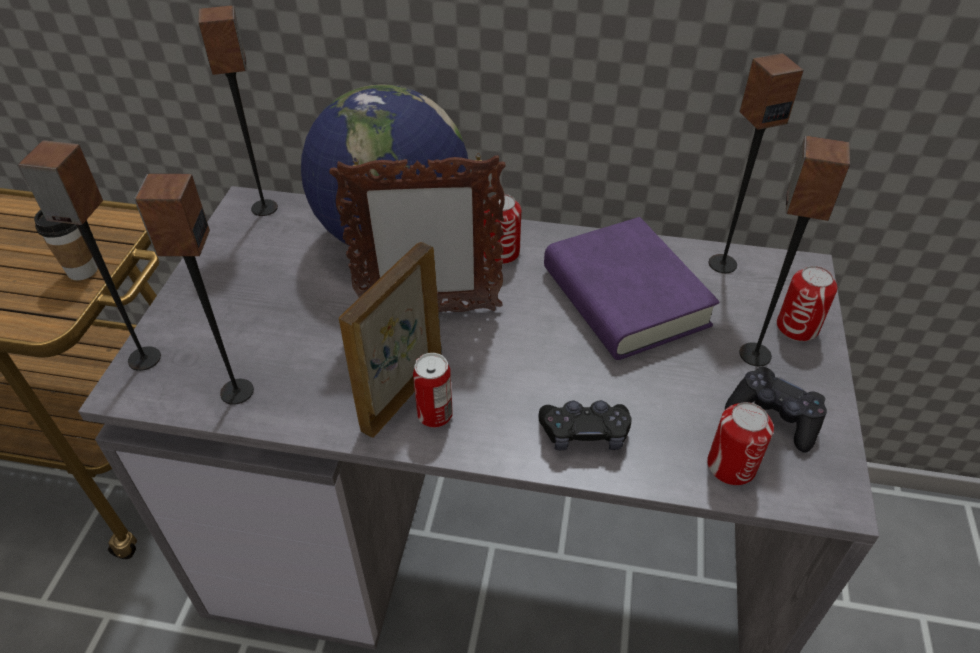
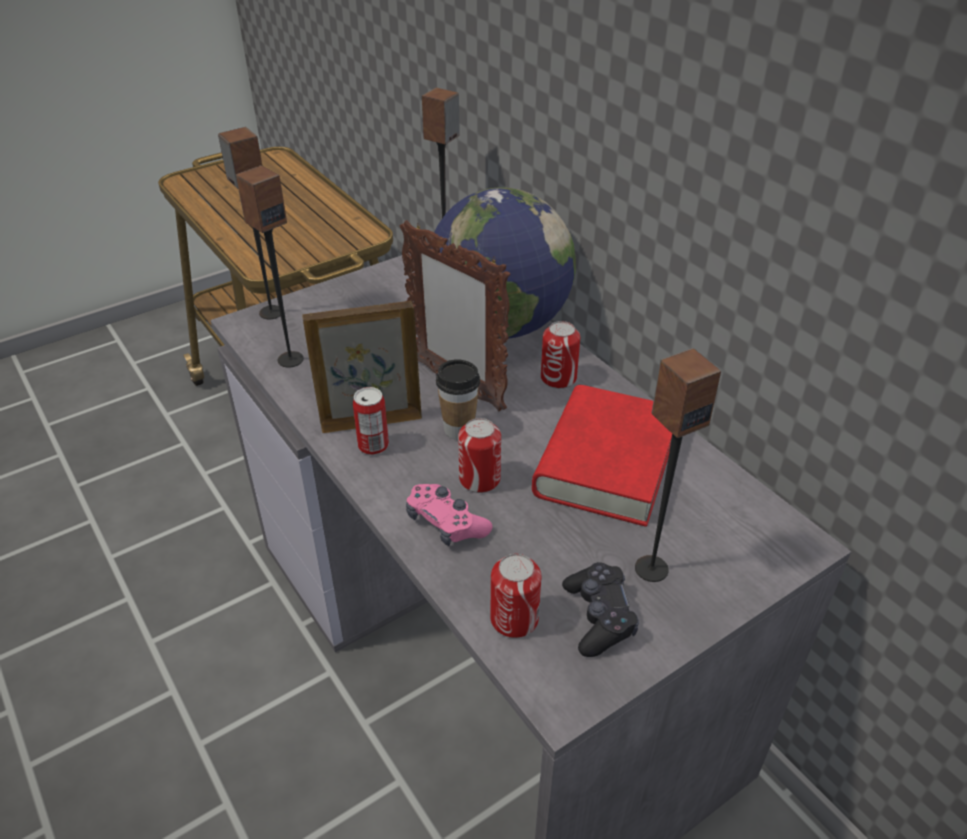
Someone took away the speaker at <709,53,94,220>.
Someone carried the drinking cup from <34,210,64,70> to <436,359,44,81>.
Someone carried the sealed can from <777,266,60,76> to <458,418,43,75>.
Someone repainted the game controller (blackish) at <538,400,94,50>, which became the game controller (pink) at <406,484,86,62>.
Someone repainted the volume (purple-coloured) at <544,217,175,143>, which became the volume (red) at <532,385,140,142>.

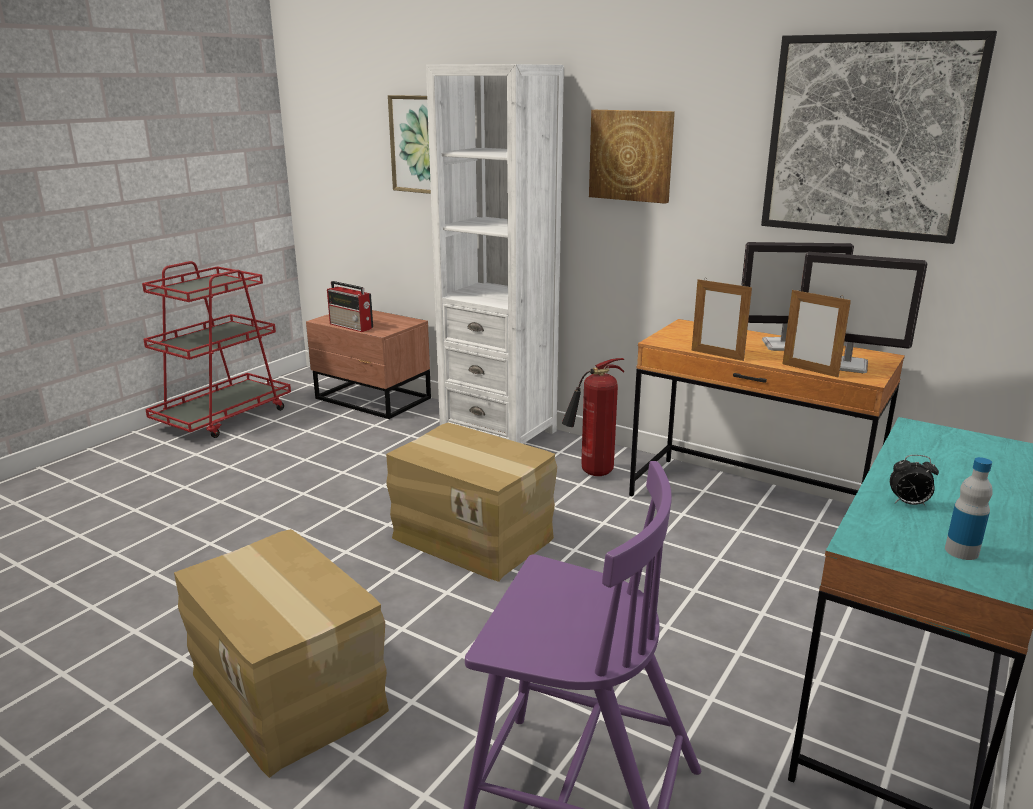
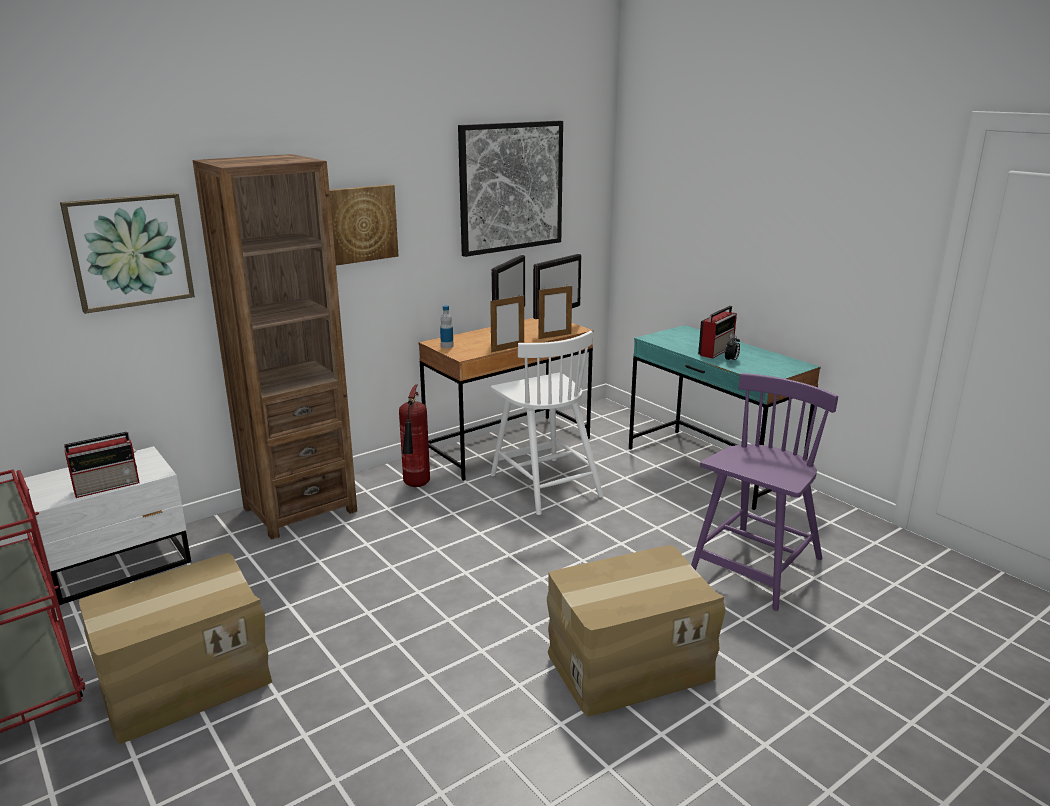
Someone put down the chair (white-coloured) at <491,331,112,184>.
Someone put down the radio at <698,306,39,53>.
Someone carried the packing box from <386,423,171,159> to <79,553,193,191>.
Someone carried the bottle from <945,457,47,103> to <440,305,14,44>.
Someone repainted the nightstand (brown) at <306,310,125,109>, which became the nightstand (white-coloured) at <24,446,167,159>.
Someone repainted the shelving unit (white-coloured) at <426,64,138,380>, which became the shelving unit (brown) at <193,154,164,386>.

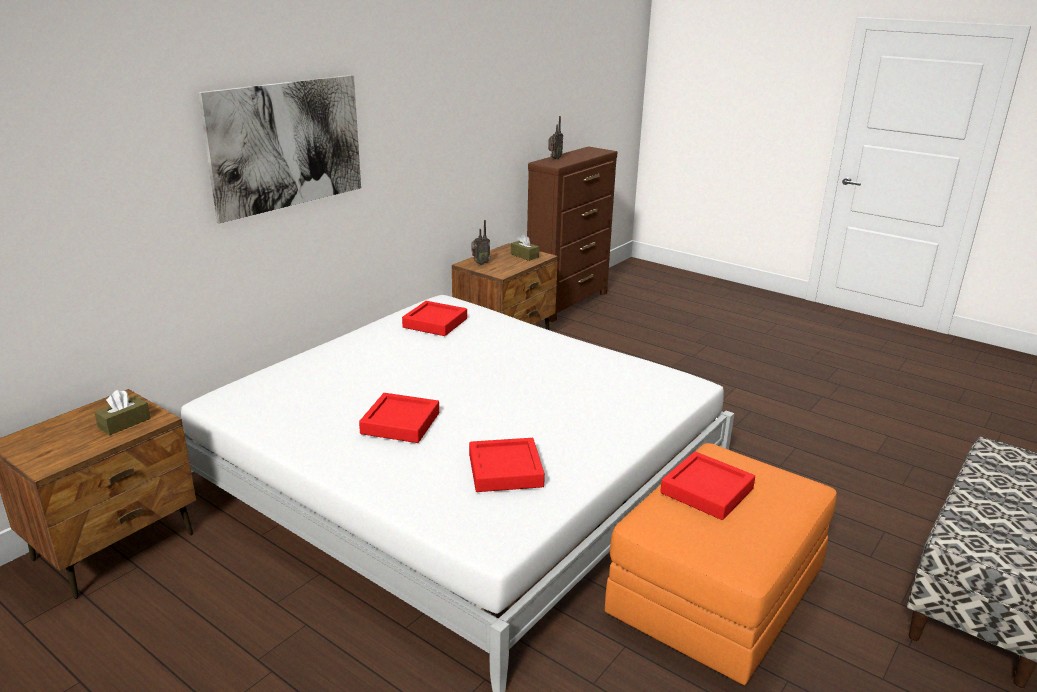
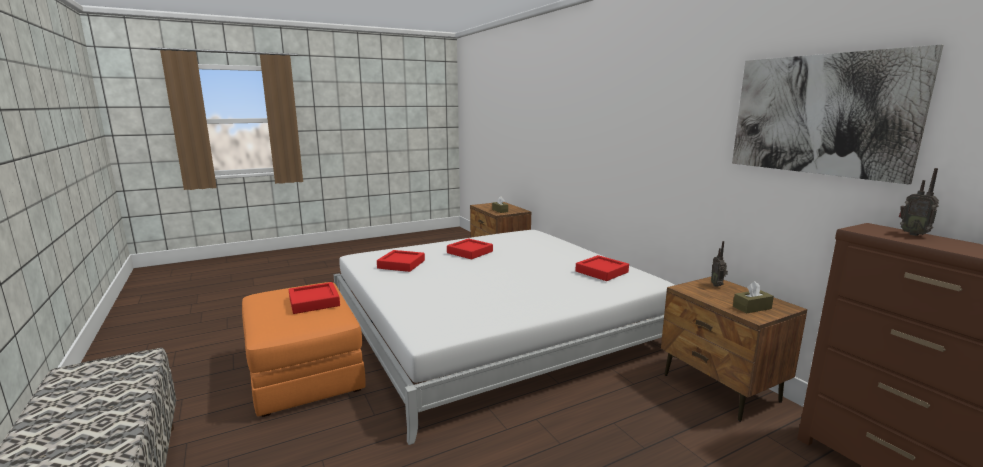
Someone carried the wall art from <198,75,163,148> to <732,45,211,139>.

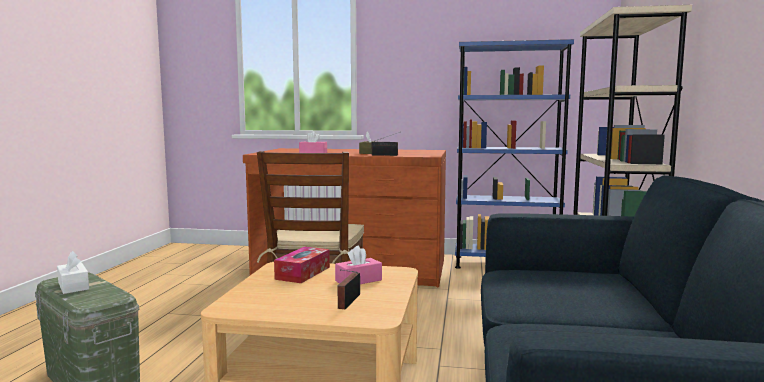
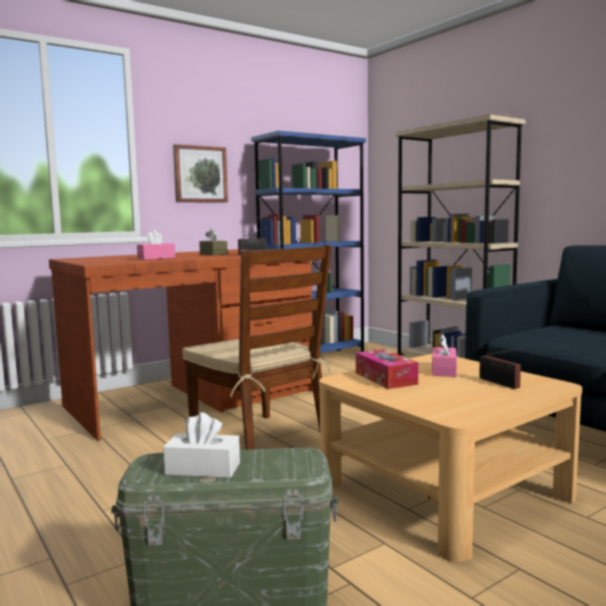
Someone put up the wall art at <173,144,55,58>.

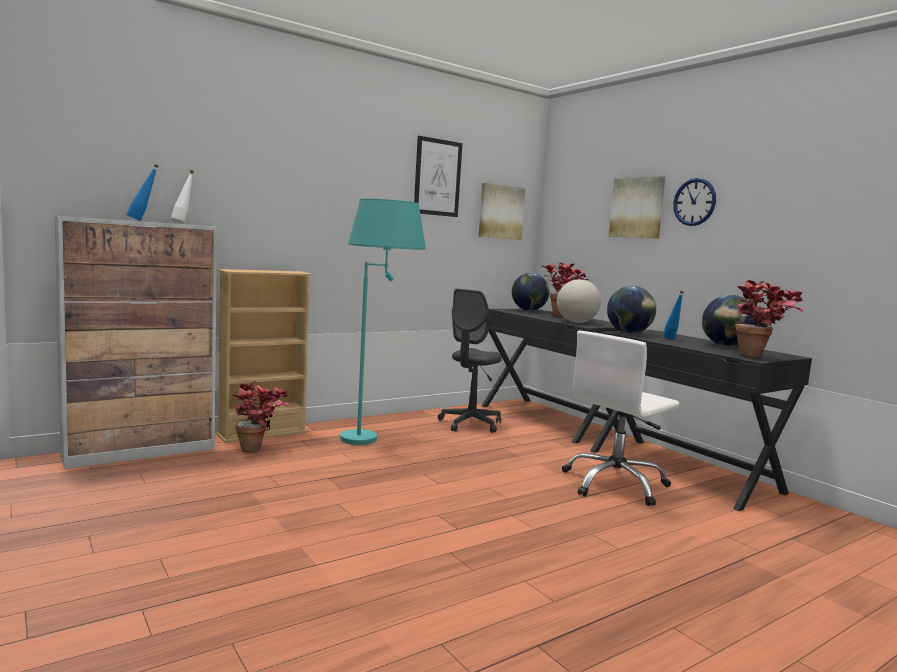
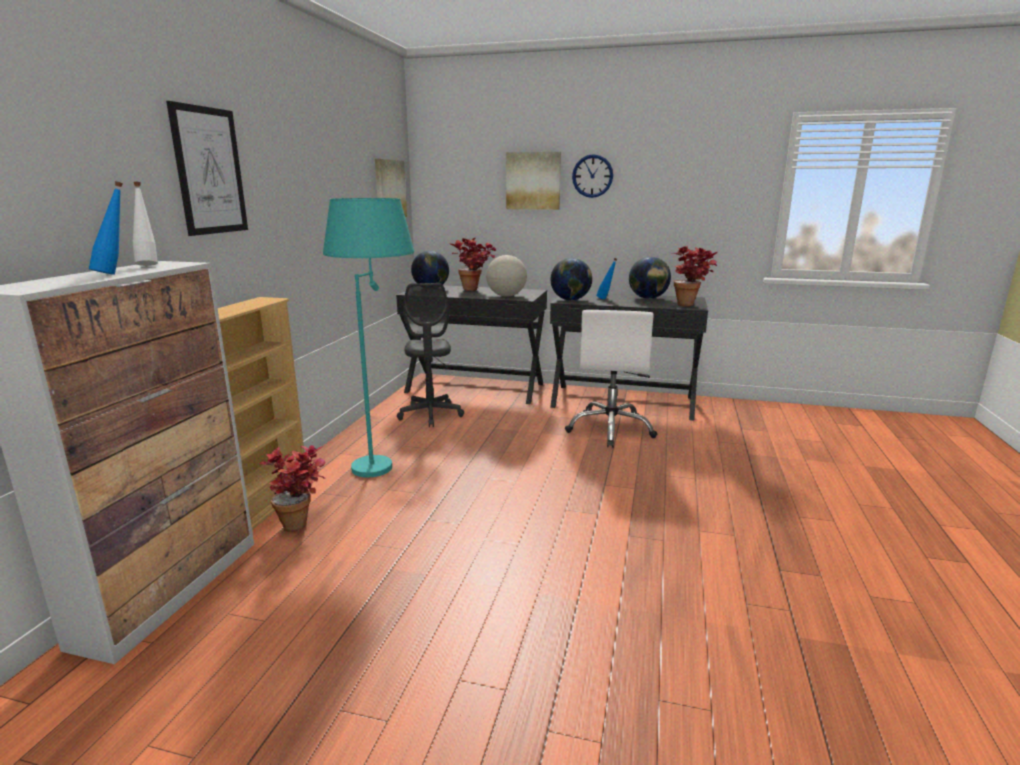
Someone carried the wall art from <414,136,48,81> to <166,101,82,135>.

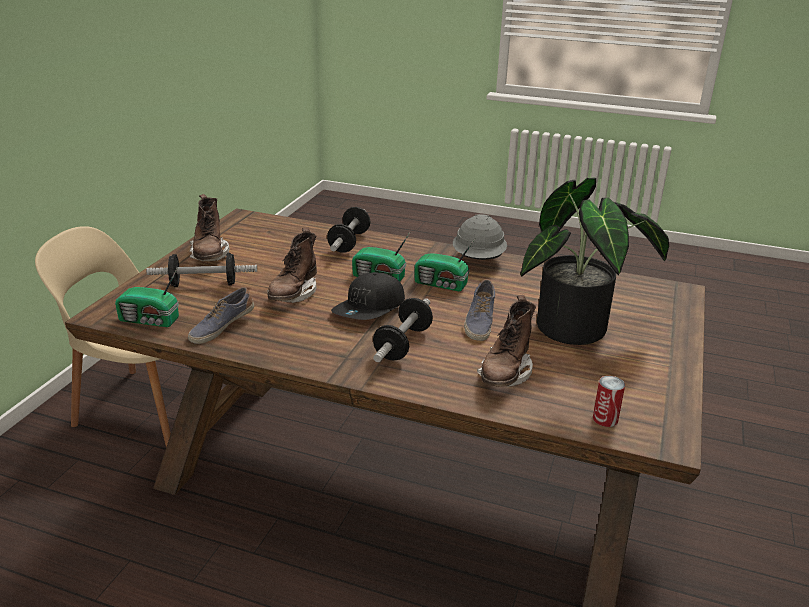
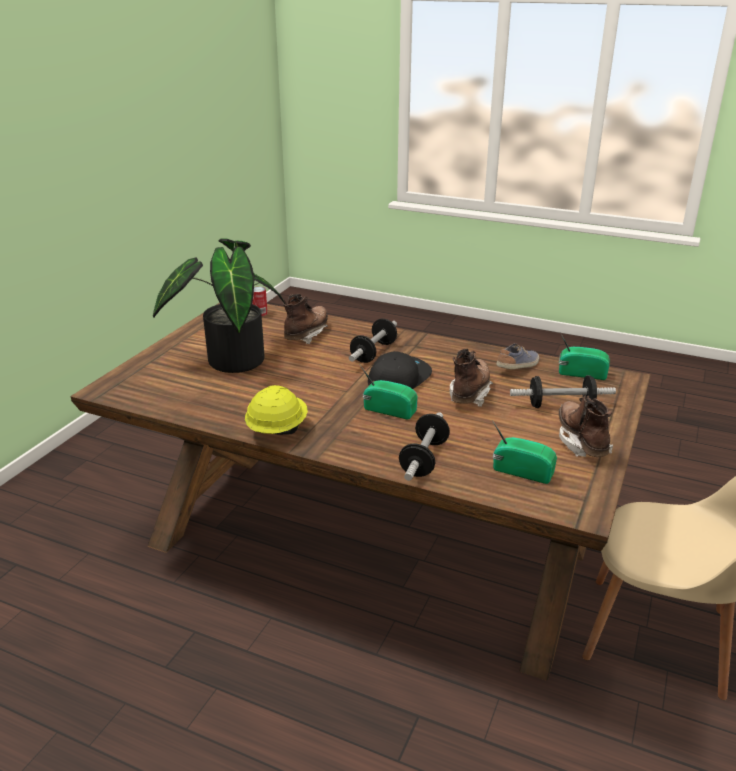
Someone took away the shoe at <464,279,31,62>.
Someone carried the radio from <415,239,60,52> to <492,420,65,64>.
Someone repainted the work helmet (grey) at <453,214,54,46>, which became the work helmet (yellowish) at <245,385,63,50>.

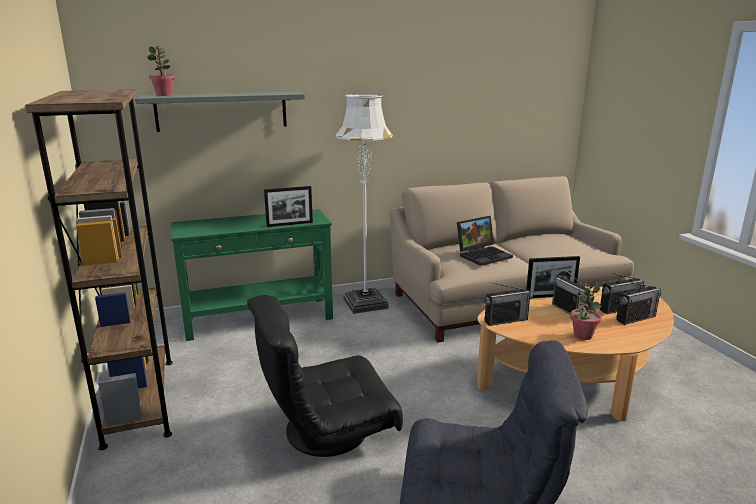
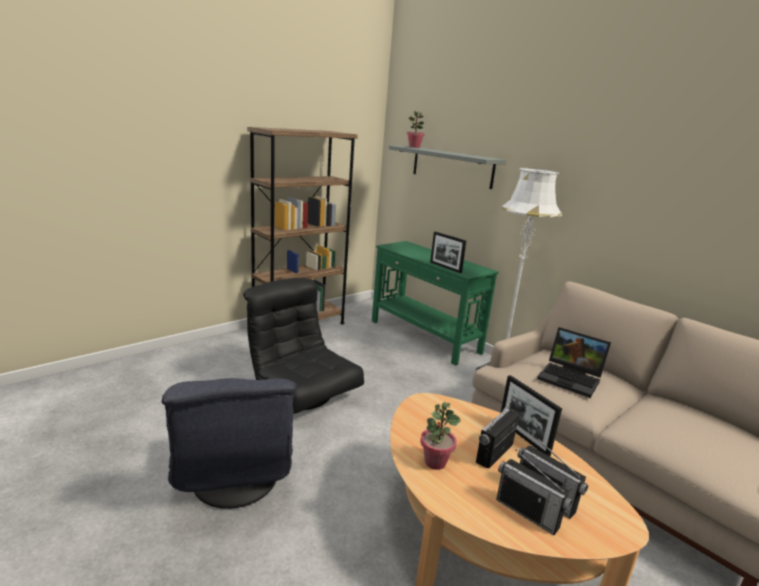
Someone took away the radio at <484,283,49,43>.

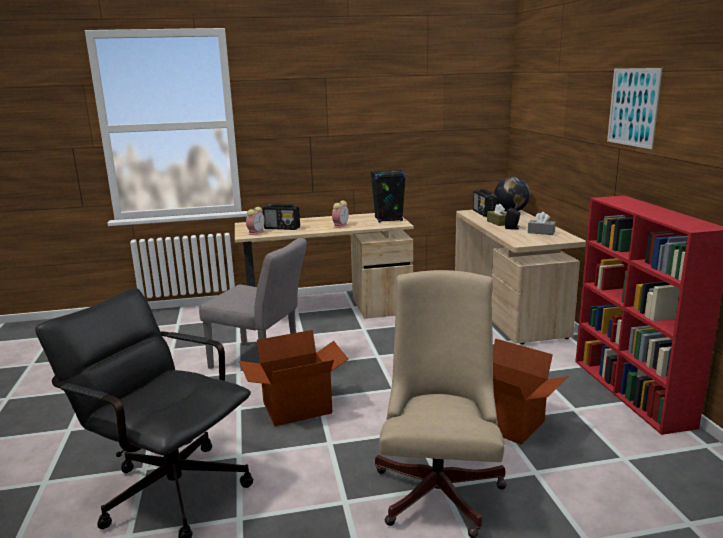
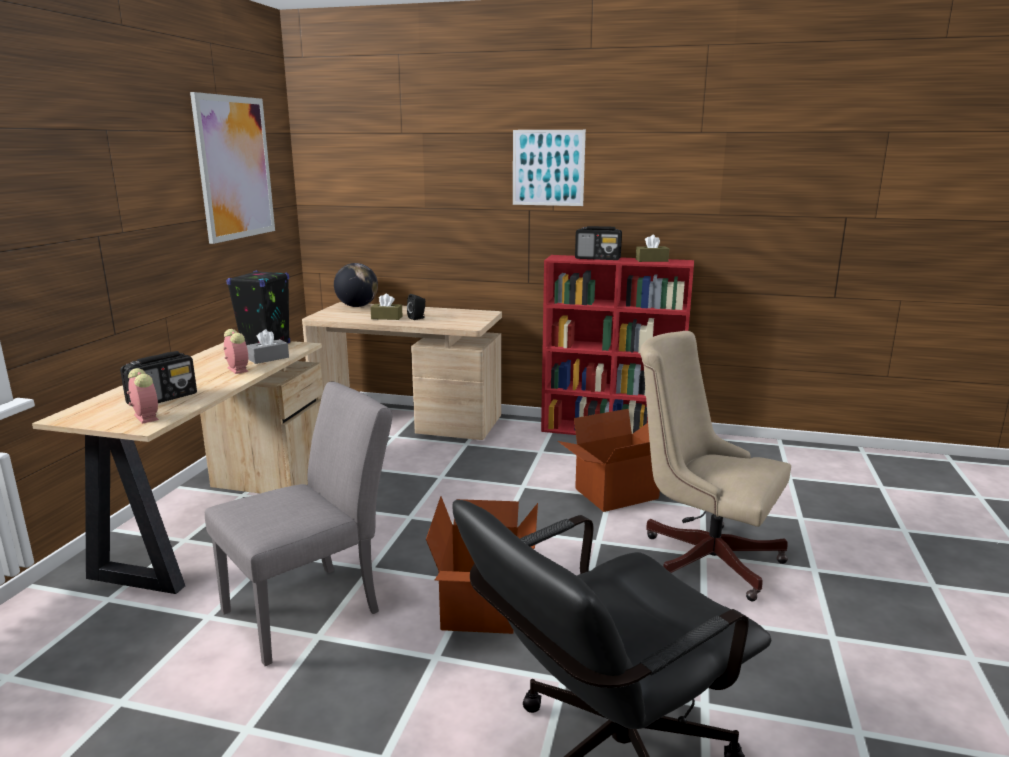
Someone put up the wall art at <190,92,85,152>.
Someone put down the tissue box (brown) at <636,235,33,27>.
Someone carried the radio from <473,189,24,28> to <575,226,47,34>.
Someone carried the tissue box (grey) from <528,212,28,23> to <247,329,42,35>.

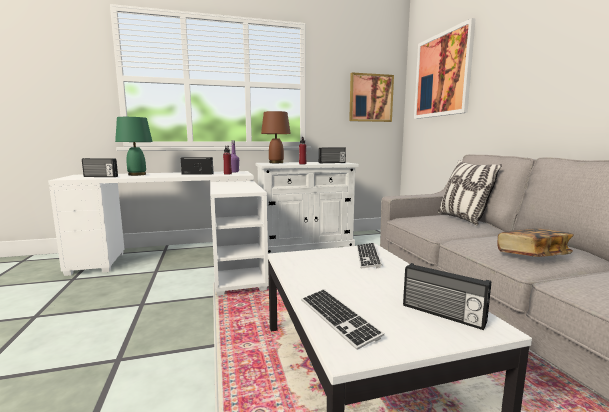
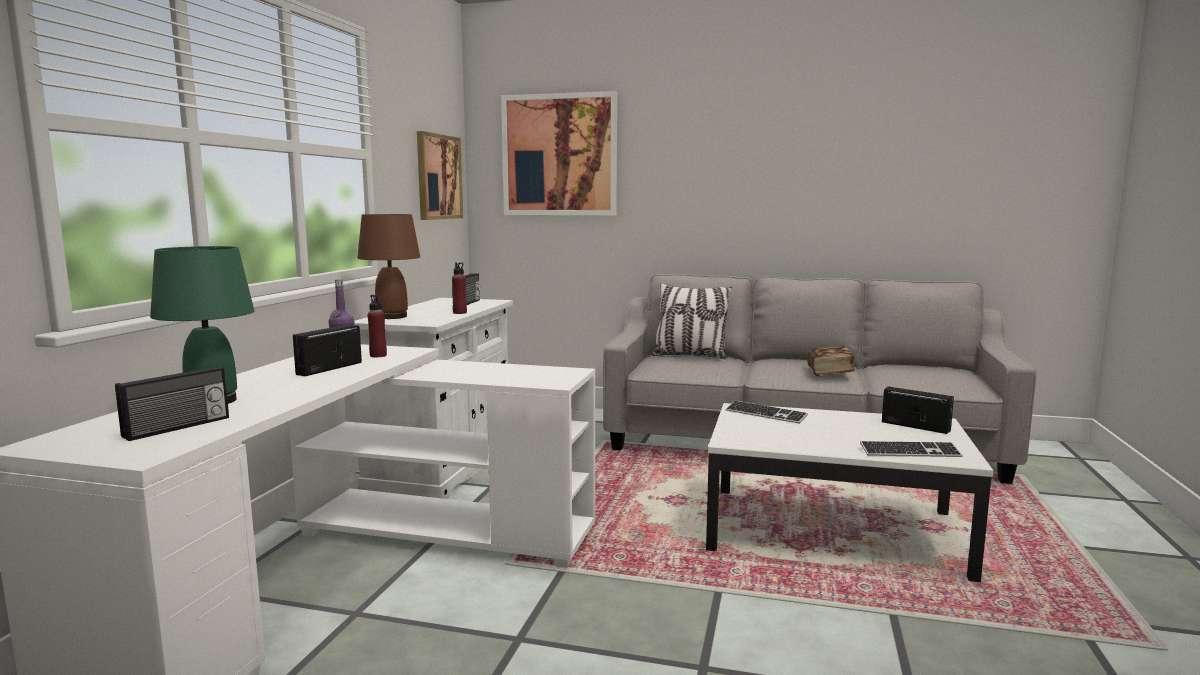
Someone rotated the radio at <403,263,88,67> by 120 degrees counterclockwise.

